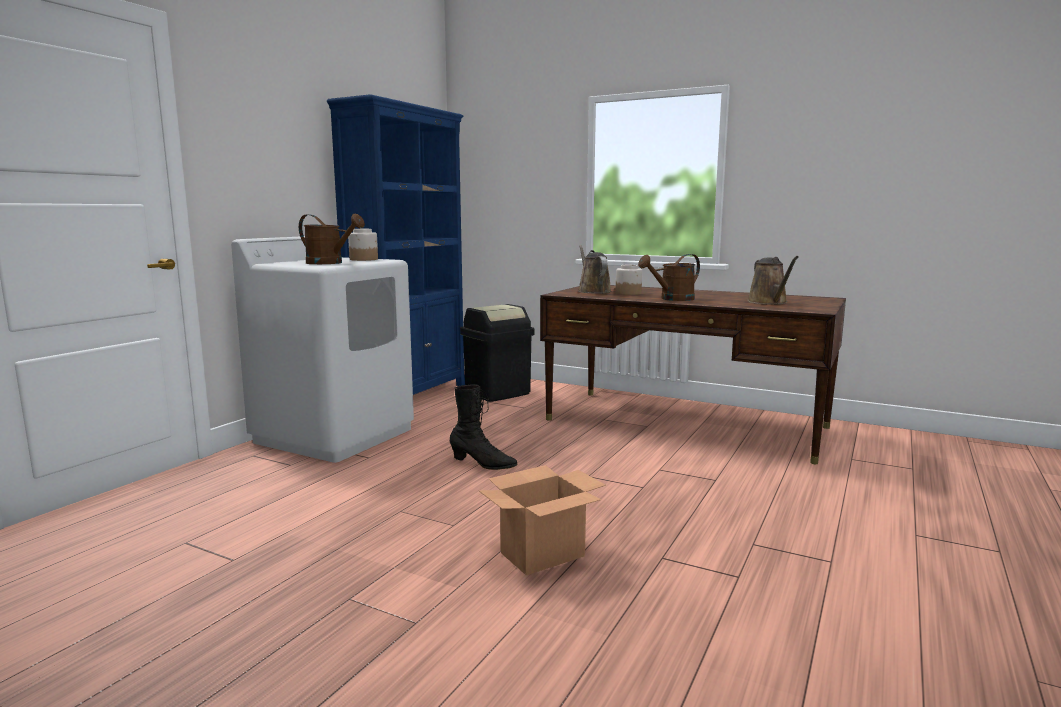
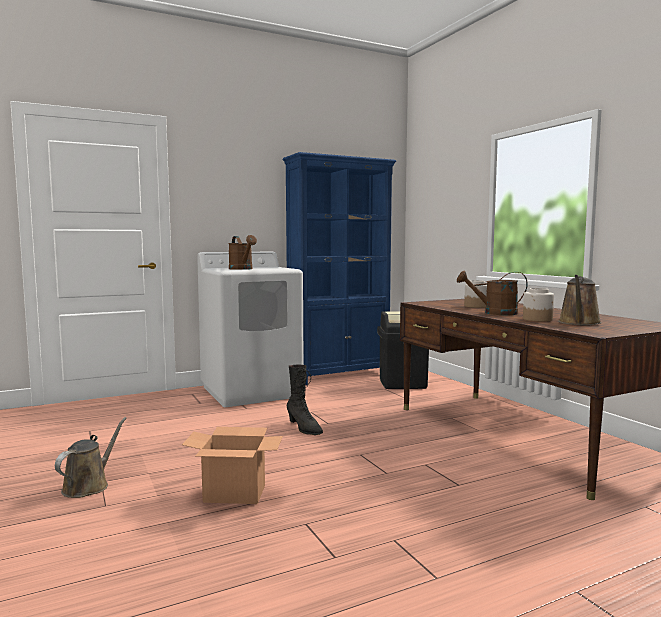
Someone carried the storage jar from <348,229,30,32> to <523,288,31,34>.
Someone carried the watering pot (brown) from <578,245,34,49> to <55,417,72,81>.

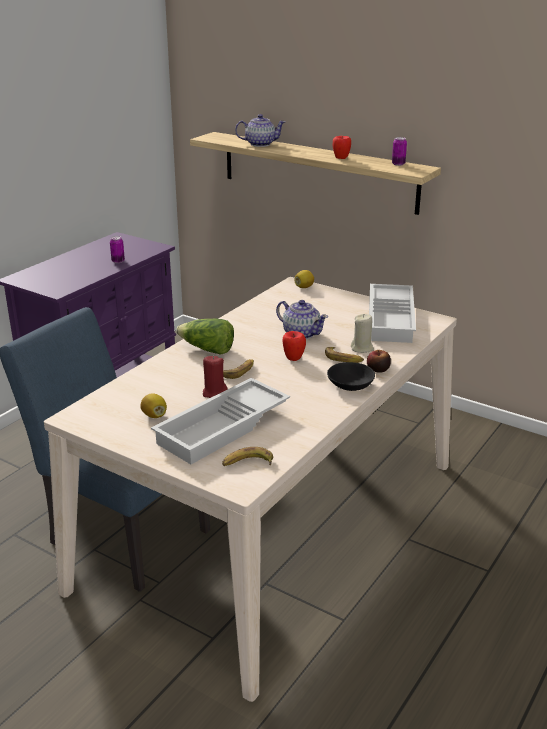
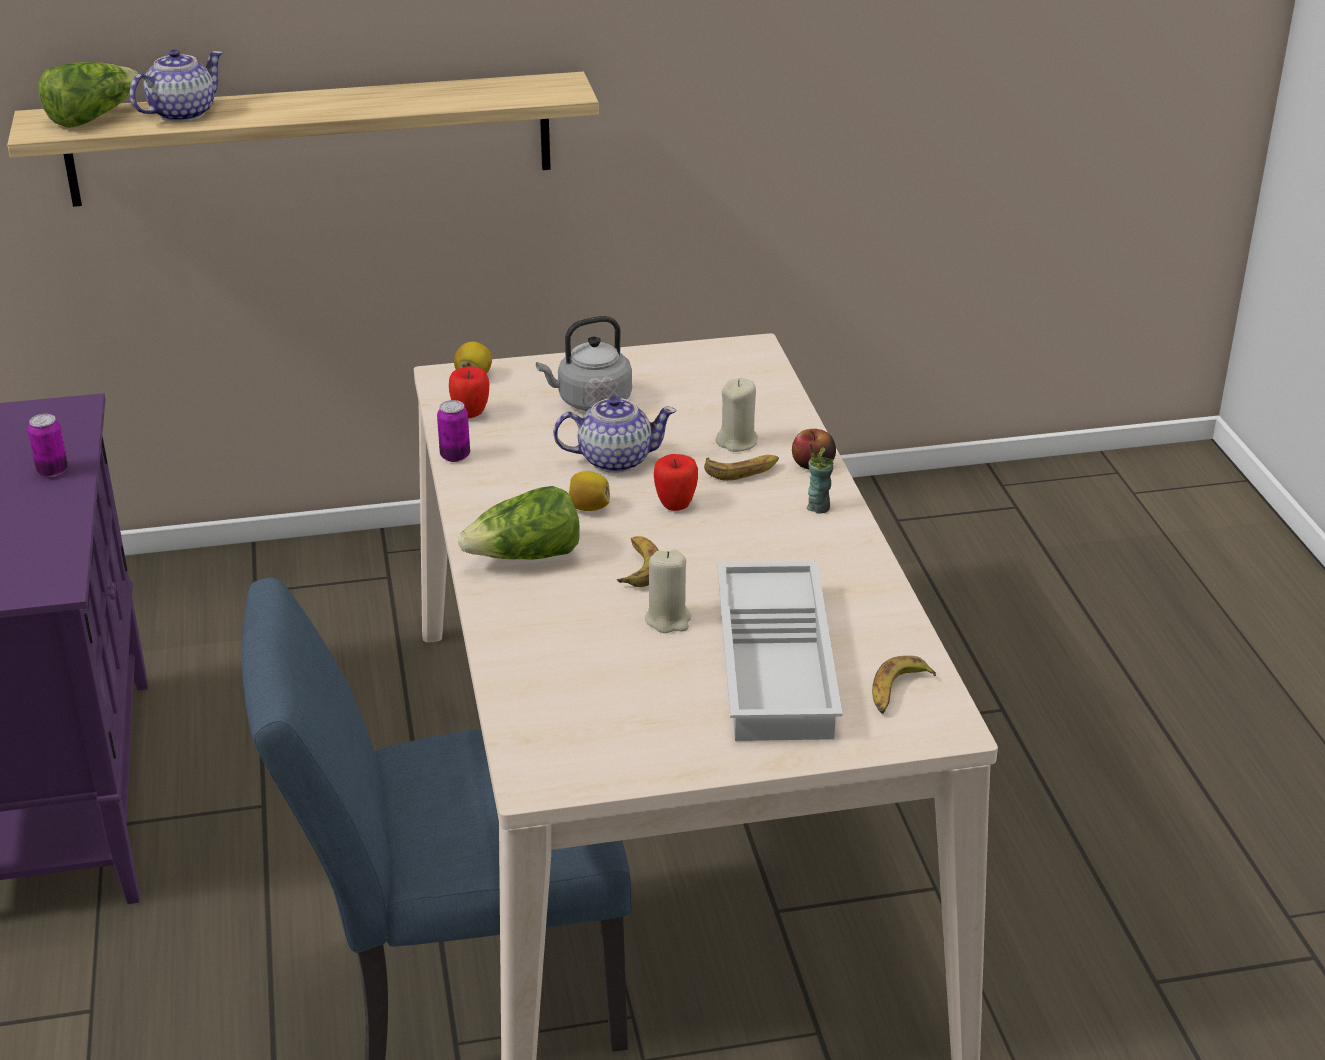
Someone took away the carrying tray (white-coloured) at <369,284,47,59>.
Someone put down the head of lettuce at <38,62,102,66>.
Someone put down the water kettle (grey) at <536,316,96,95>.
Someone carried the whole lemon from <140,393,27,25> to <568,471,42,40>.
Someone carried the apple fruit from <333,136,18,23> to <449,366,40,52>.
Someone carried the sealed can from <392,137,15,29> to <437,400,33,62>.
Someone swapped the serving bowl (blackish) at <327,362,48,29> for the drinking cup at <807,443,26,71>.
Someone repainted the candle (red) at <203,356,24,42>, which became the candle (beige-coloured) at <645,550,46,83>.

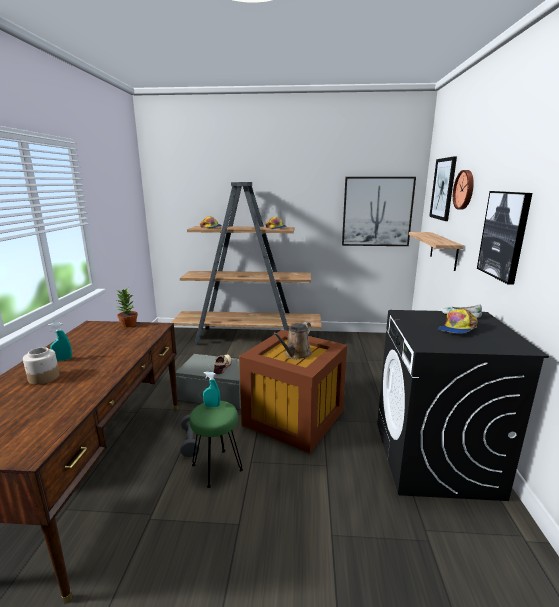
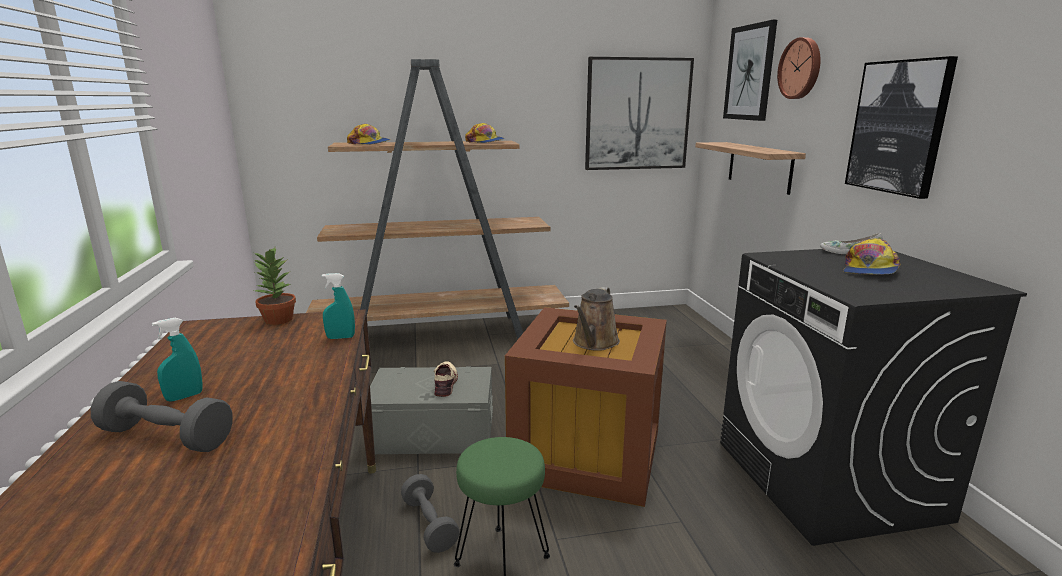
Someone carried the hand sprayer (blue-green) from <203,372,17,35> to <322,273,33,66>.
Someone swapped the storage jar at <23,347,37,38> for the dumbbell (grey) at <91,381,142,71>.

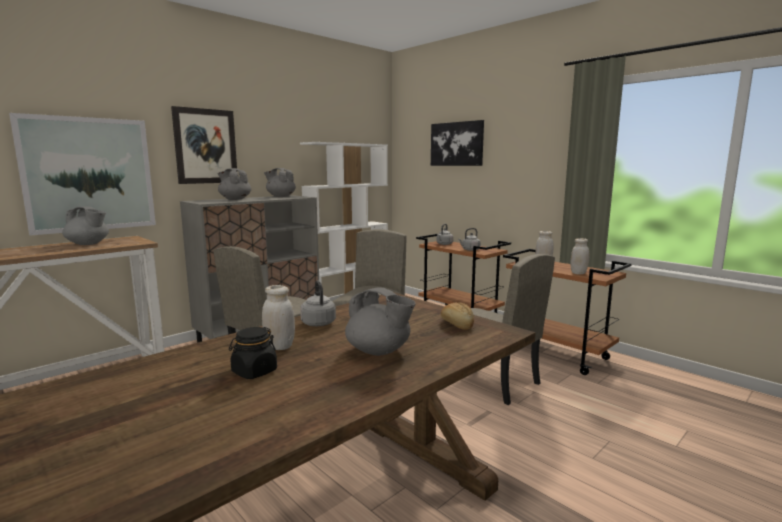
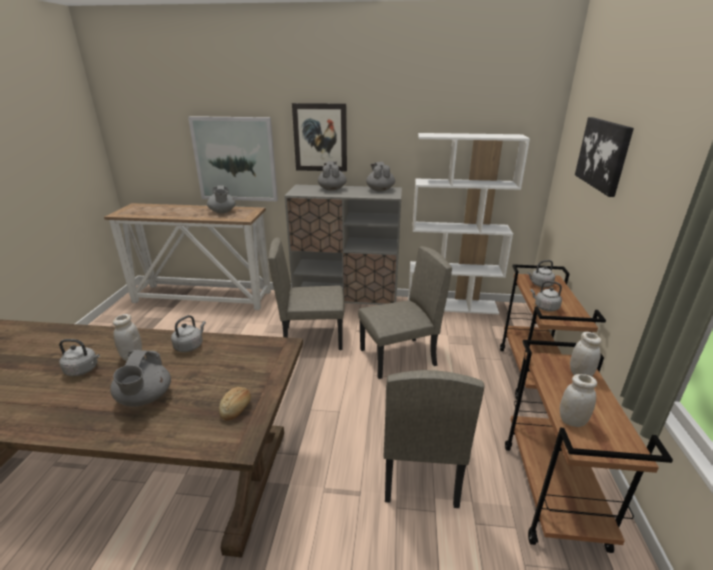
Someone swapped the storage jar (blackish) at <229,327,48,52> for the water kettle (grey) at <59,339,41,37>.

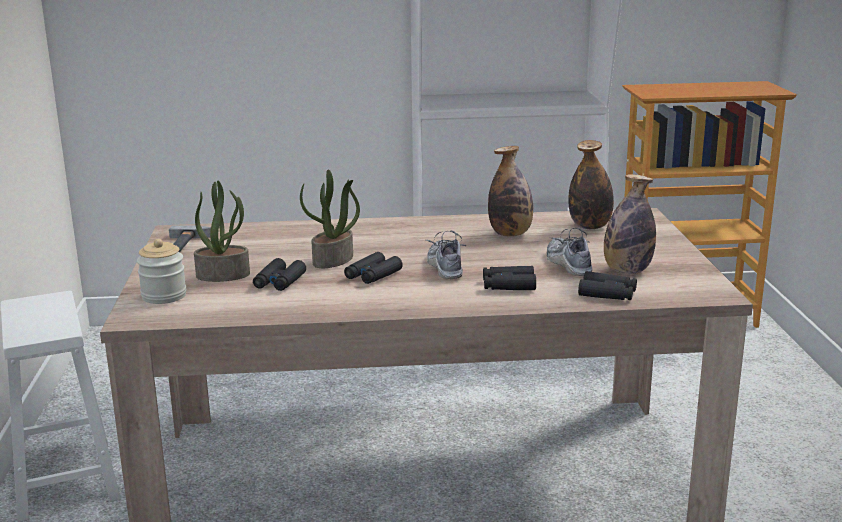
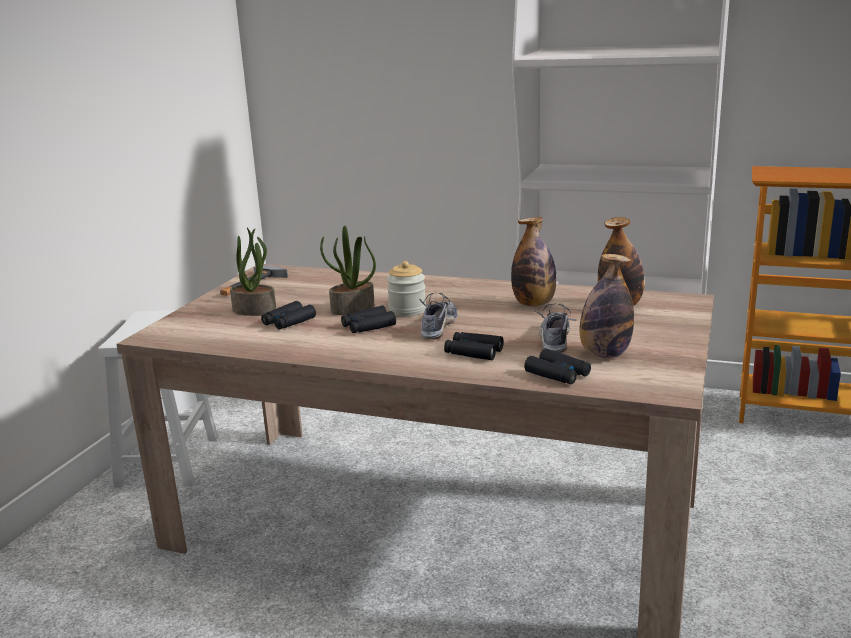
Someone carried the storage jar from <137,239,49,65> to <387,261,39,55>.

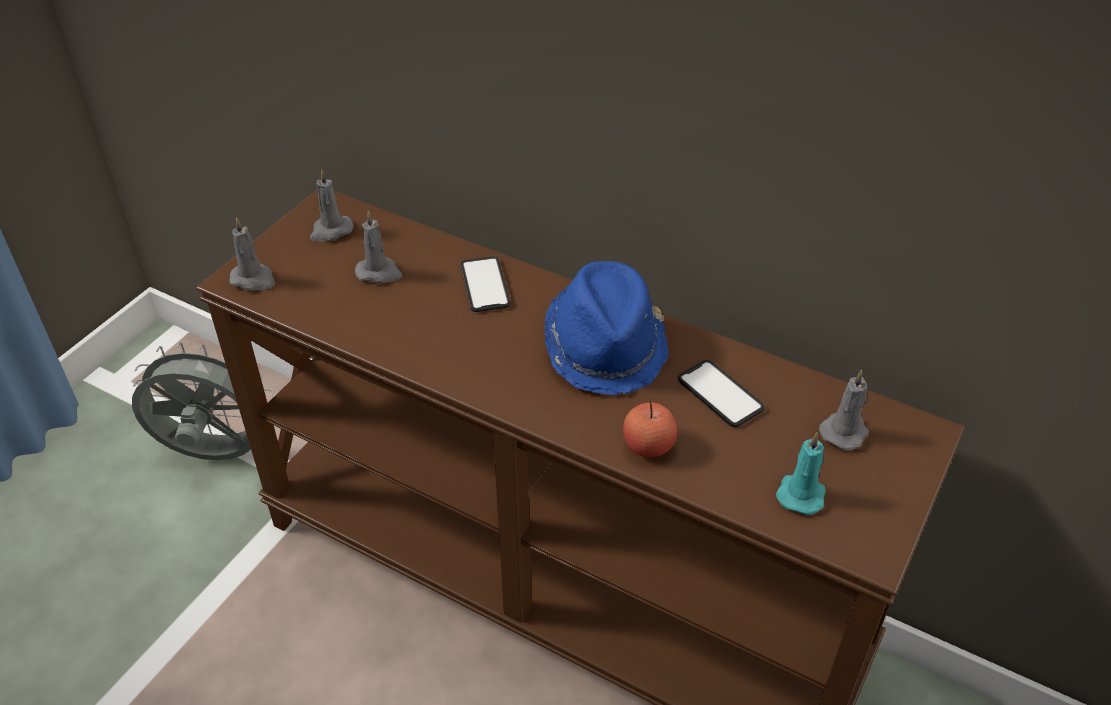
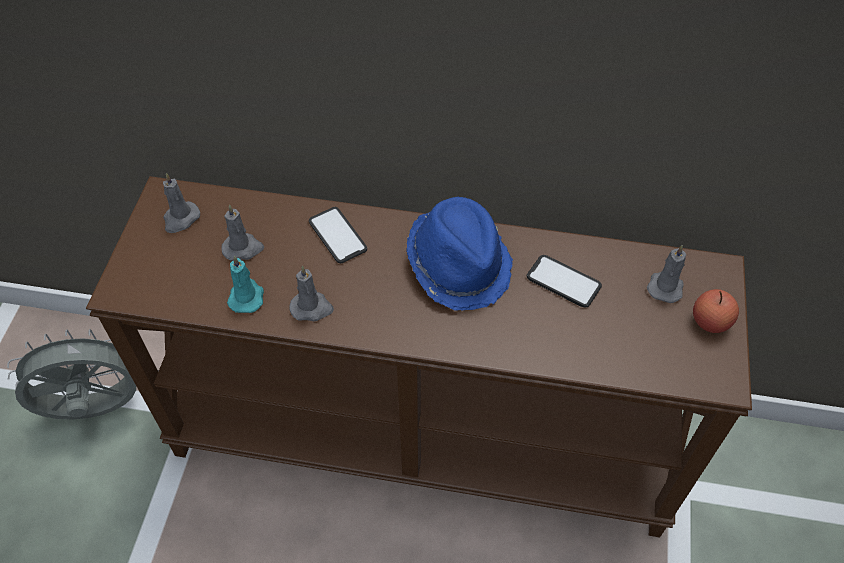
Someone carried the candle (grey) from <229,217,46,74> to <290,265,44,56>.
Someone carried the apple fruit from <623,400,54,57> to <693,289,46,44>.
Someone carried the candle (blue-green) from <776,433,50,82> to <227,255,37,58>.

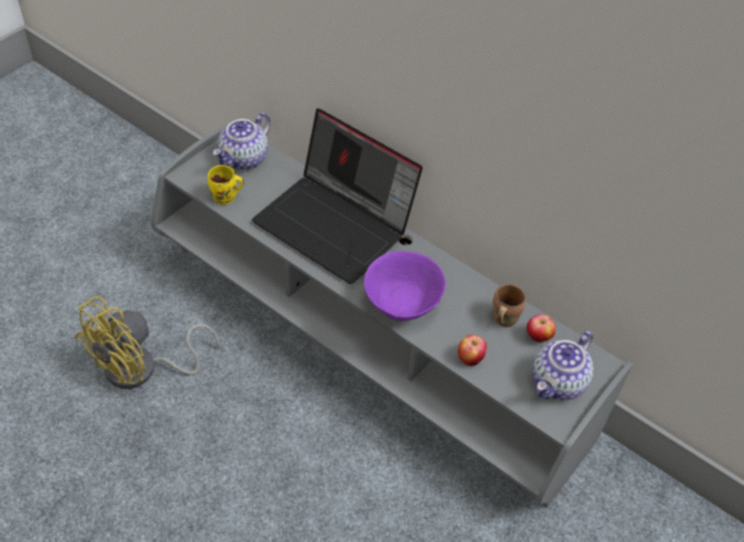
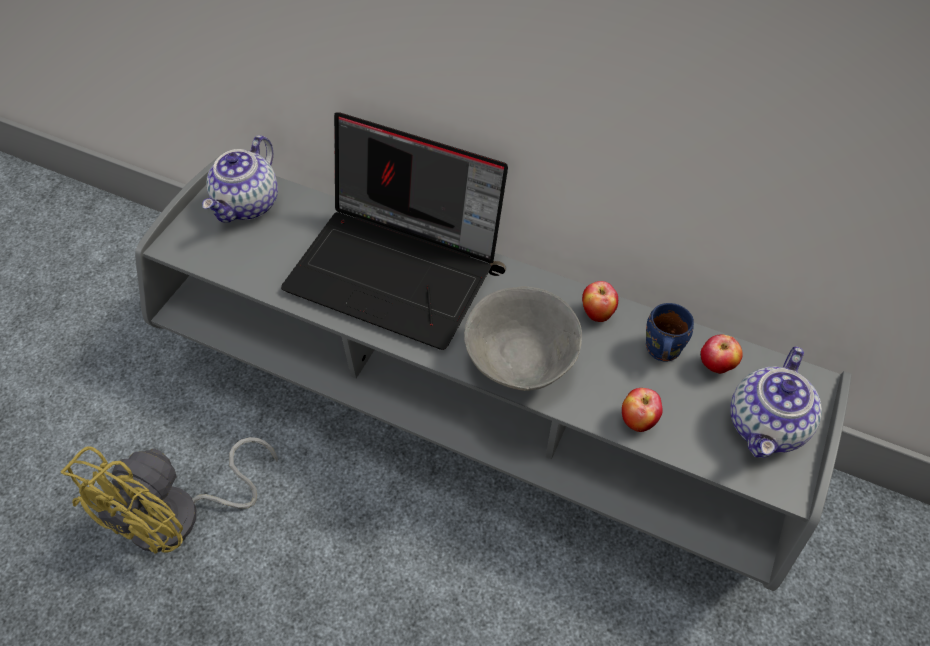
Someone took away the tea mug (yellowish) at <208,165,36,40>.
Someone put down the apple fruit at <582,281,36,41>.
Someone repainted the serving bowl (purple-coloured) at <364,251,82,70>, which became the serving bowl (grey) at <464,287,118,104>.
Someone repainted the tea mug (brown) at <493,284,33,43>, which became the tea mug (bluish) at <646,303,48,58>.

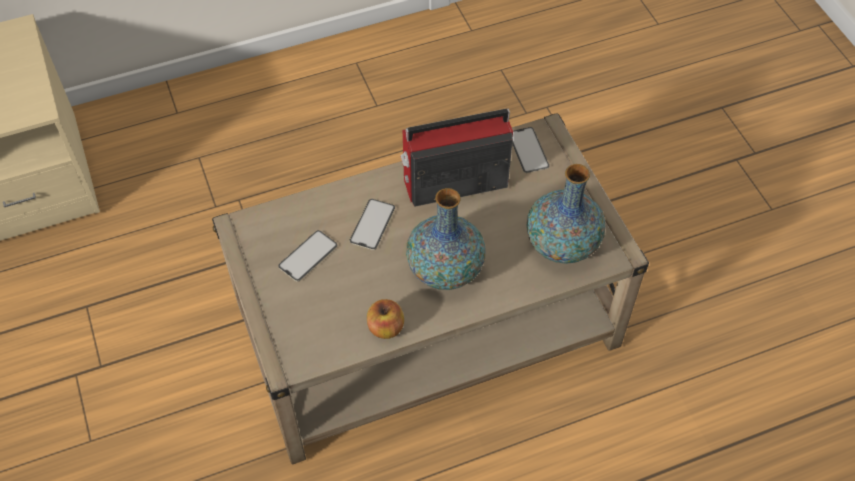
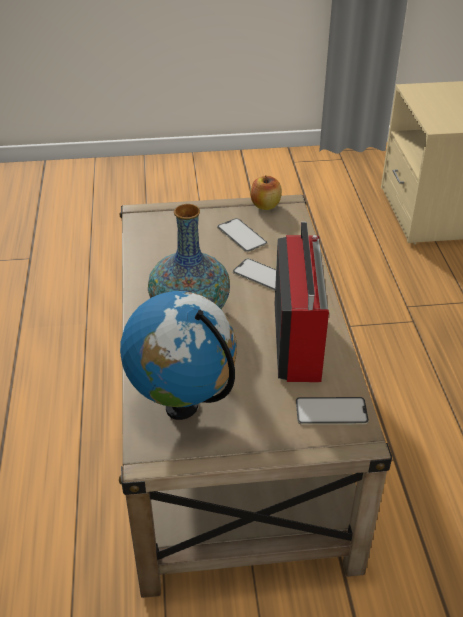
Someone carried the apple fruit from <367,299,37,40> to <250,175,32,35>.
Someone swapped the vase at <527,164,78,100> for the desk globe at <120,291,117,129>.

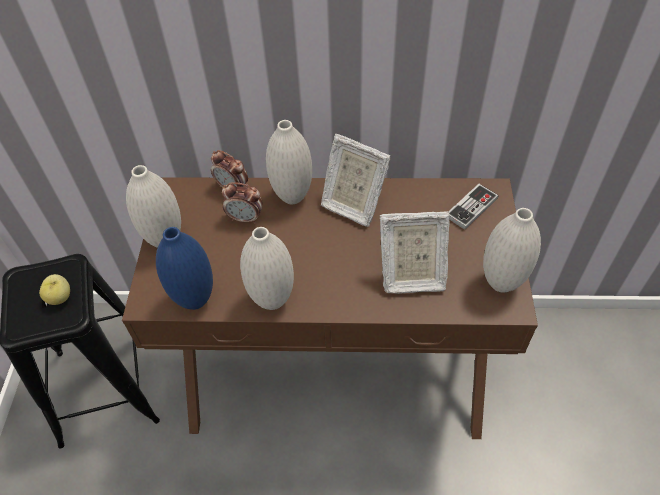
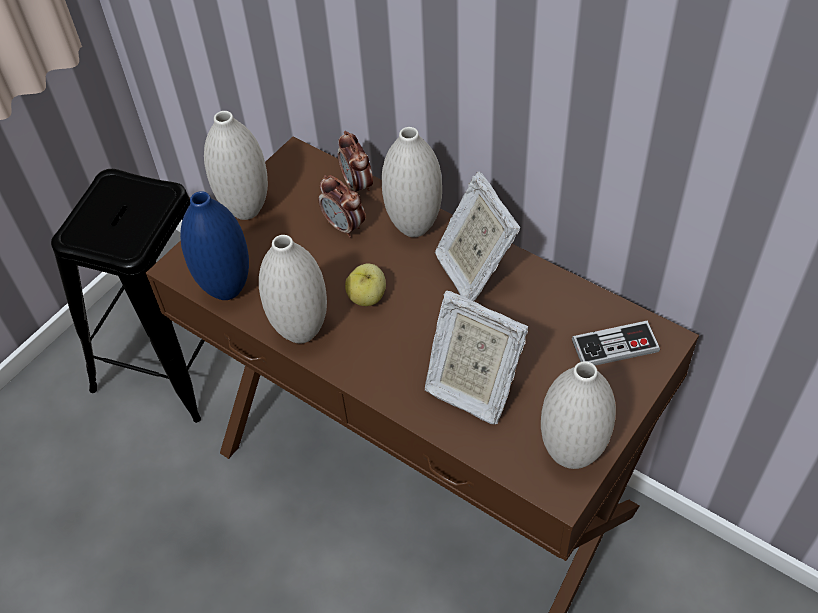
Someone carried the apple fruit from <39,274,31,31> to <345,263,41,43>.

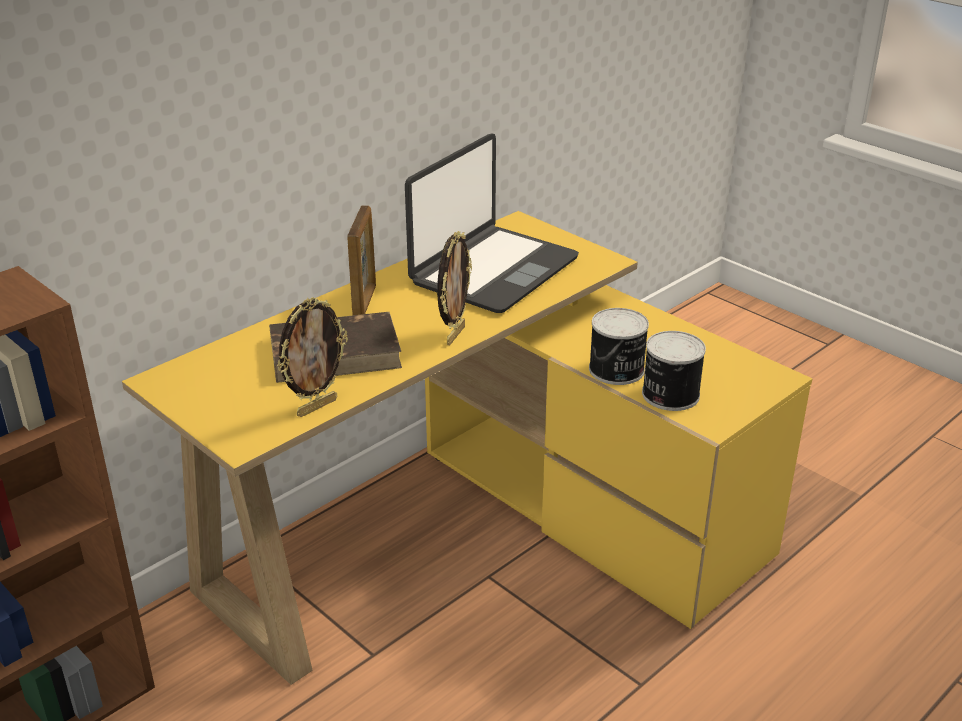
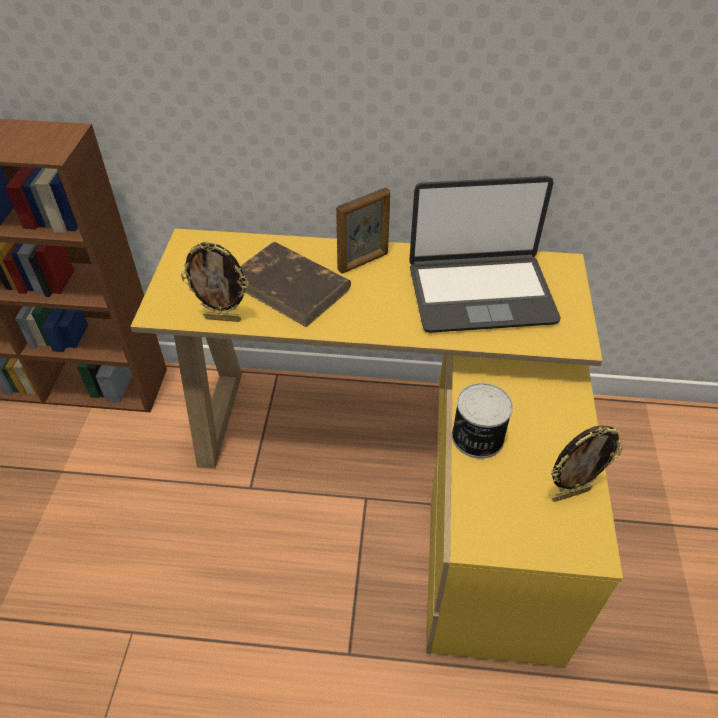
Someone took away the sealed can at <642,331,64,80>.
Someone carried the picture frame from <437,231,35,114> to <551,425,71,77>.

